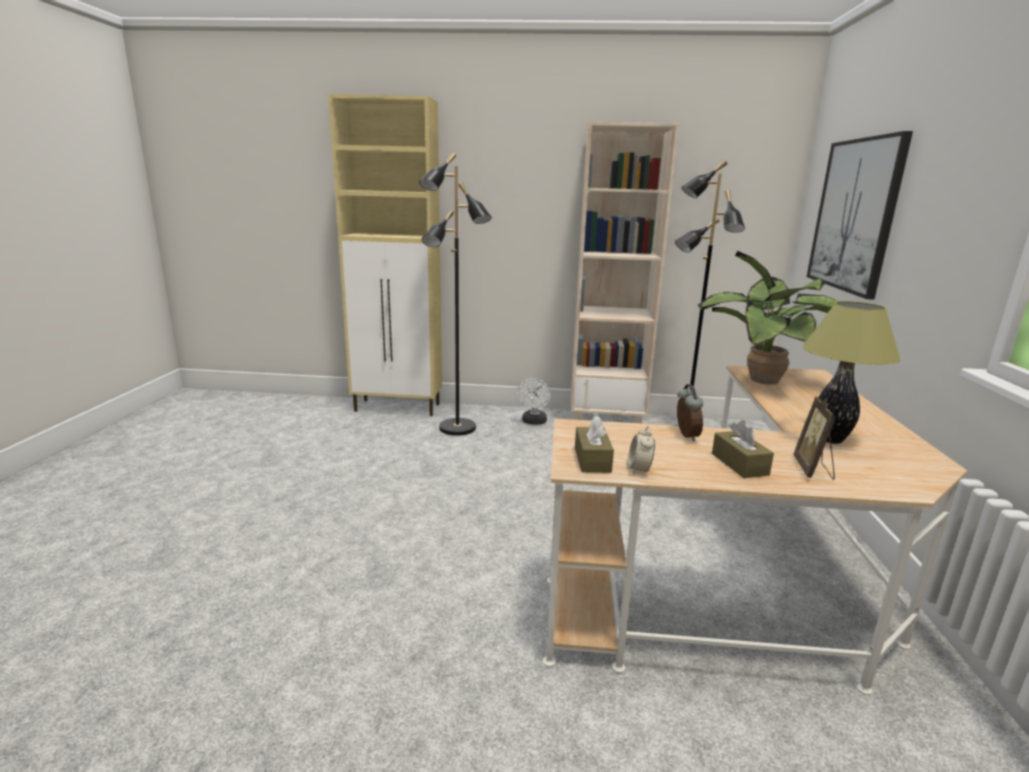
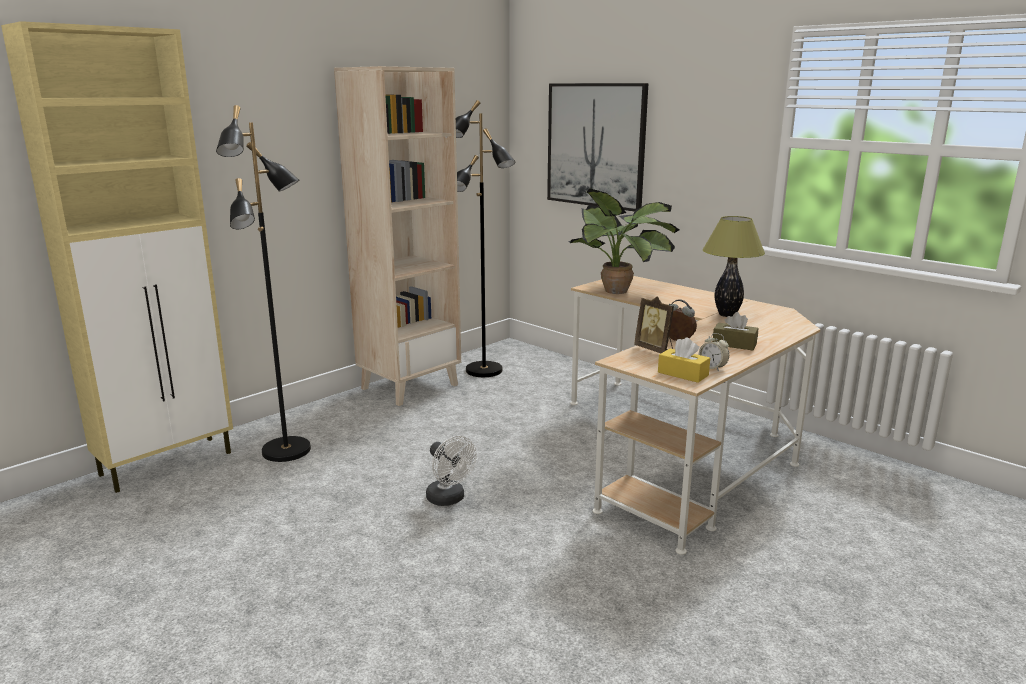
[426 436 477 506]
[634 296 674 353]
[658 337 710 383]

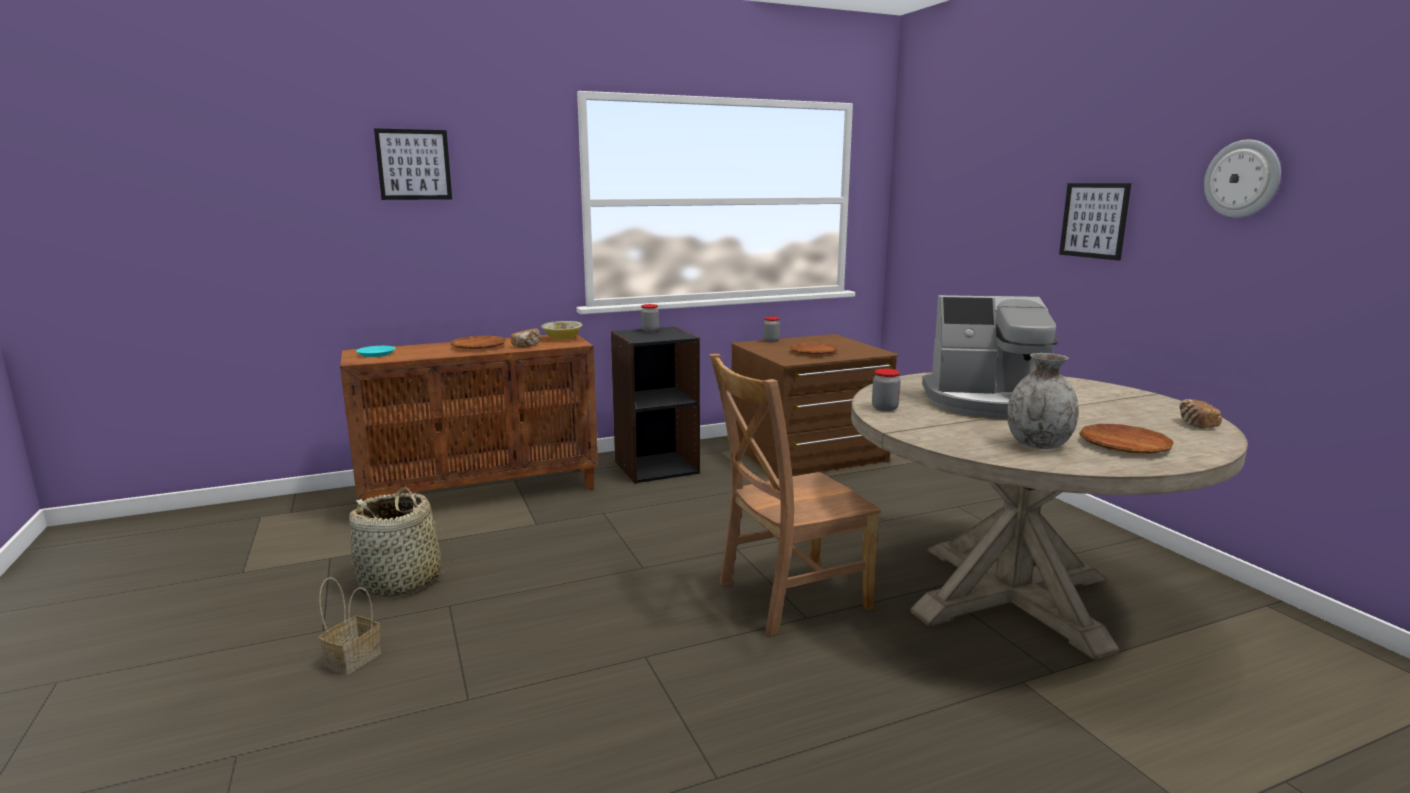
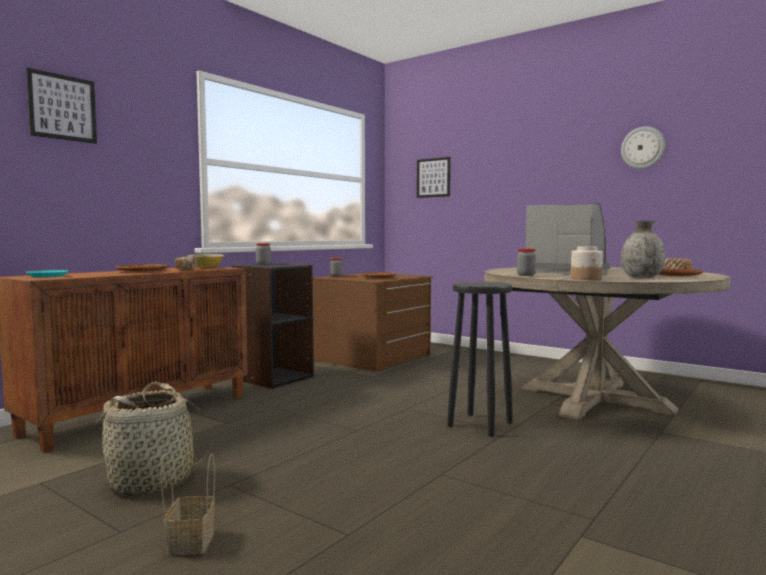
[417 157 450 198]
[526 203 611 274]
[447 282 513 436]
[571 246 603 280]

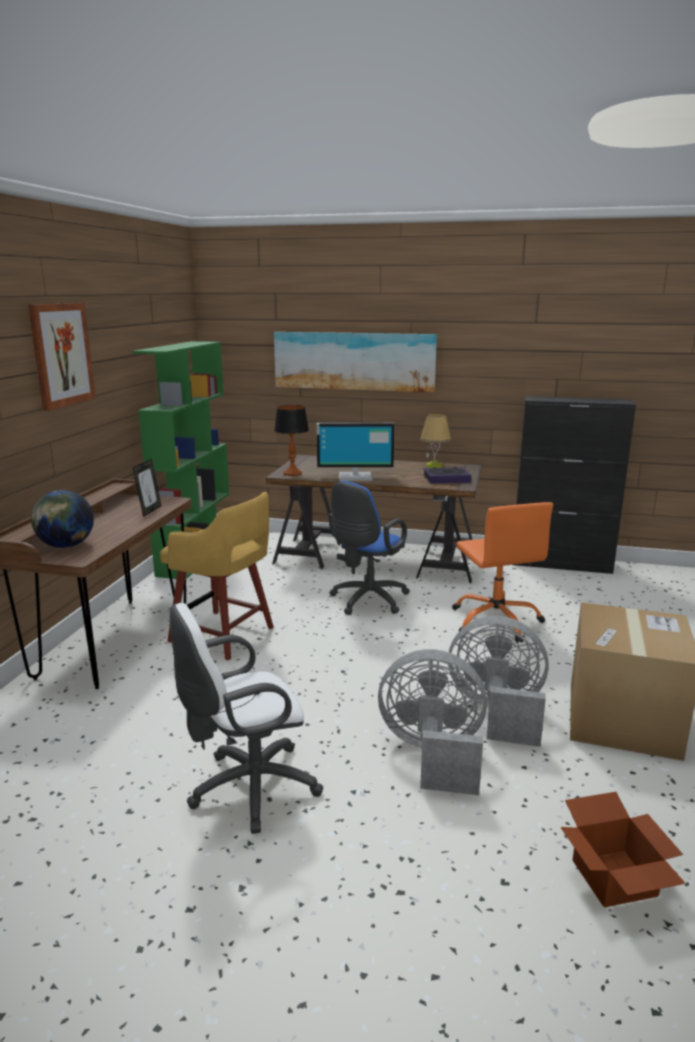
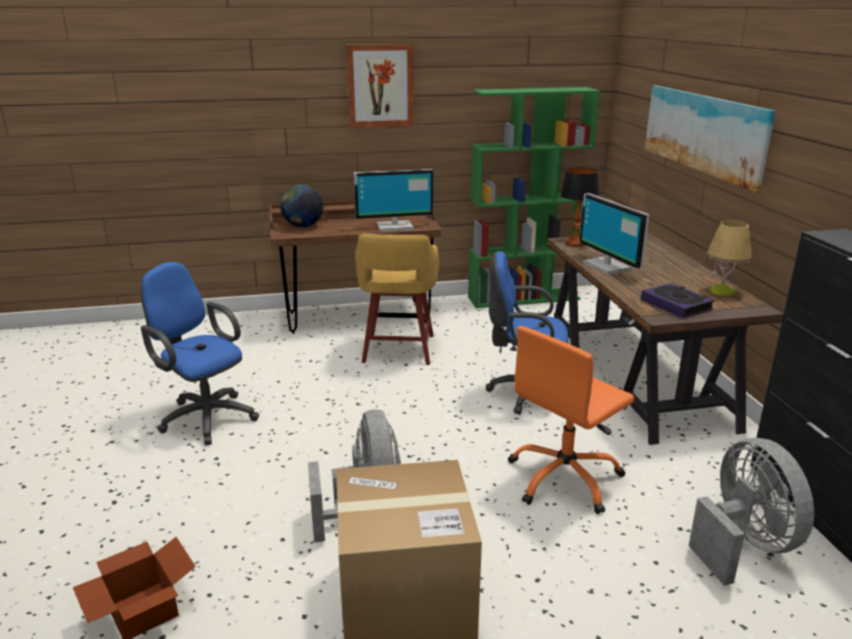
[353 169 434 232]
[141 262 259 445]
[689 438 814 585]

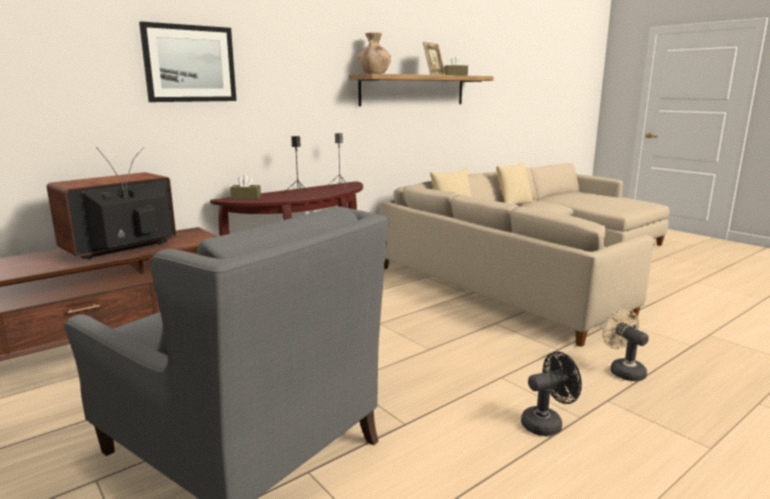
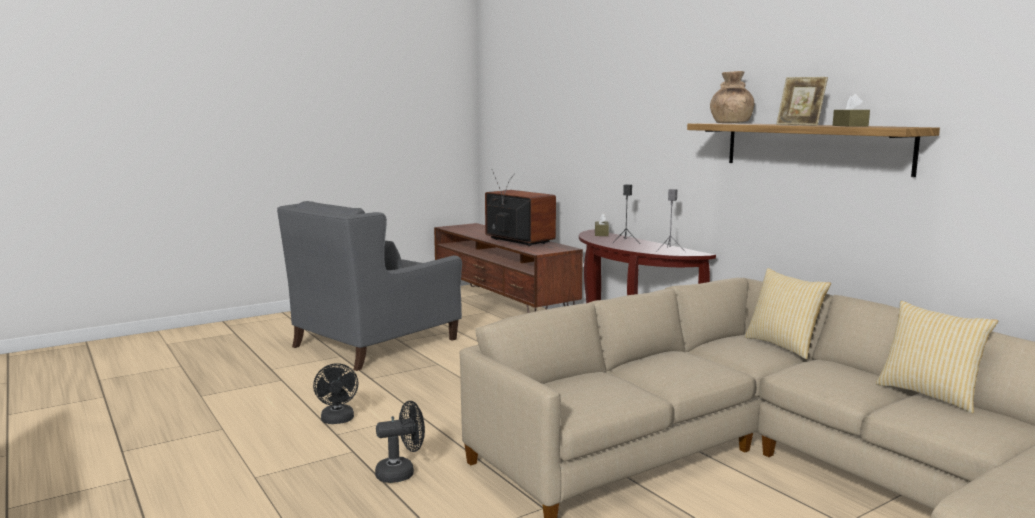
[139 21 236 102] (first image)
[375 401 425 483]

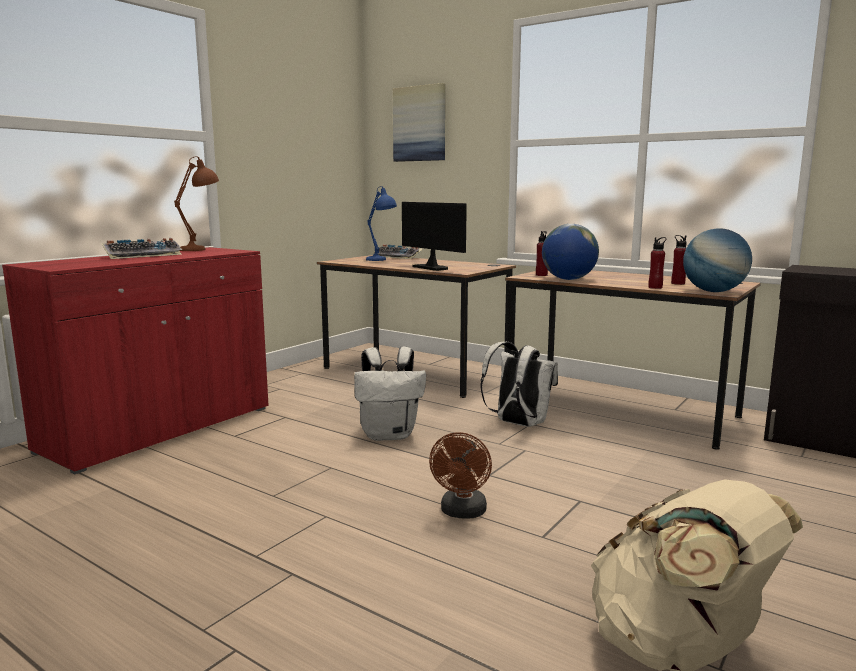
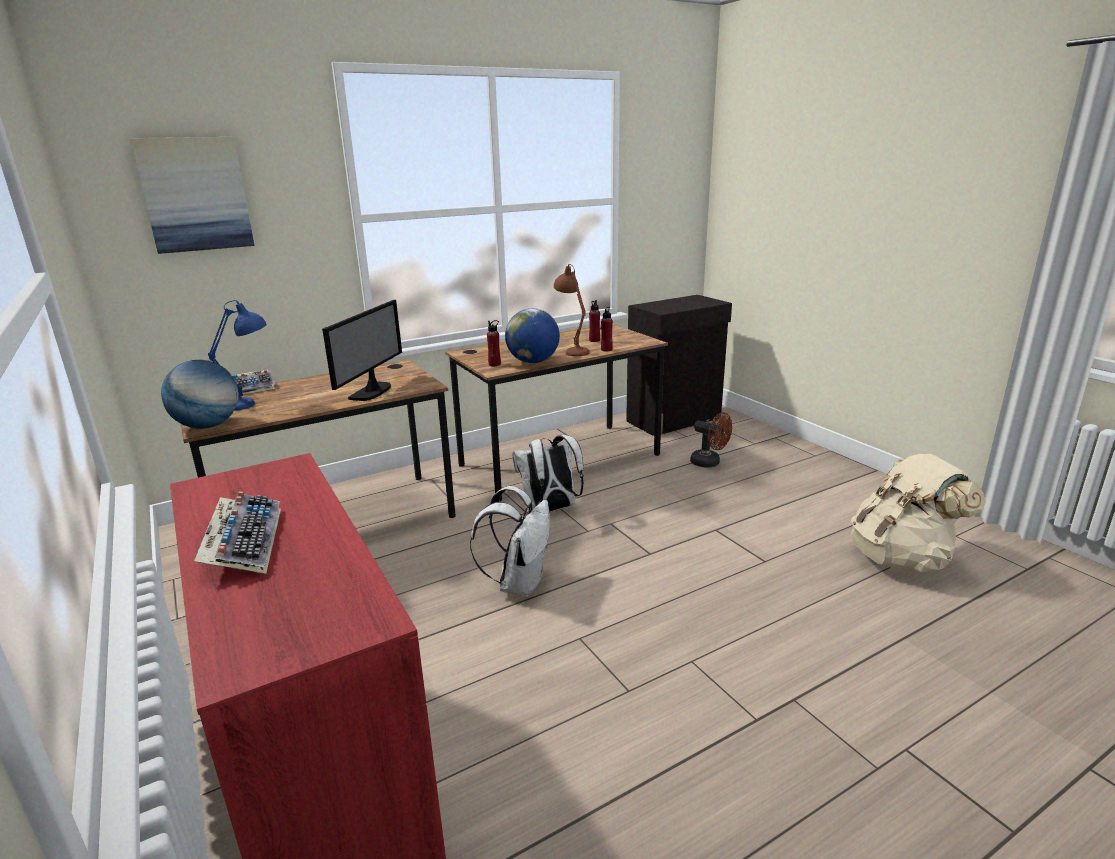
[554 264 590 356]
[322 300 402 401]
[161 360 239 428]
[690 412 732 468]

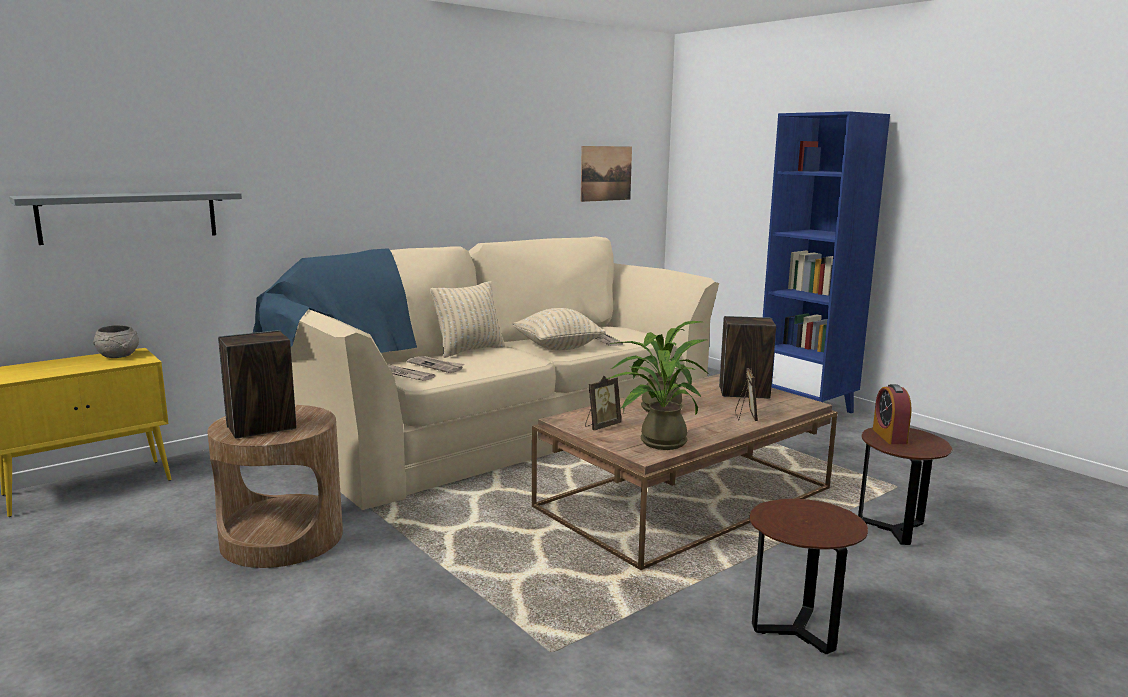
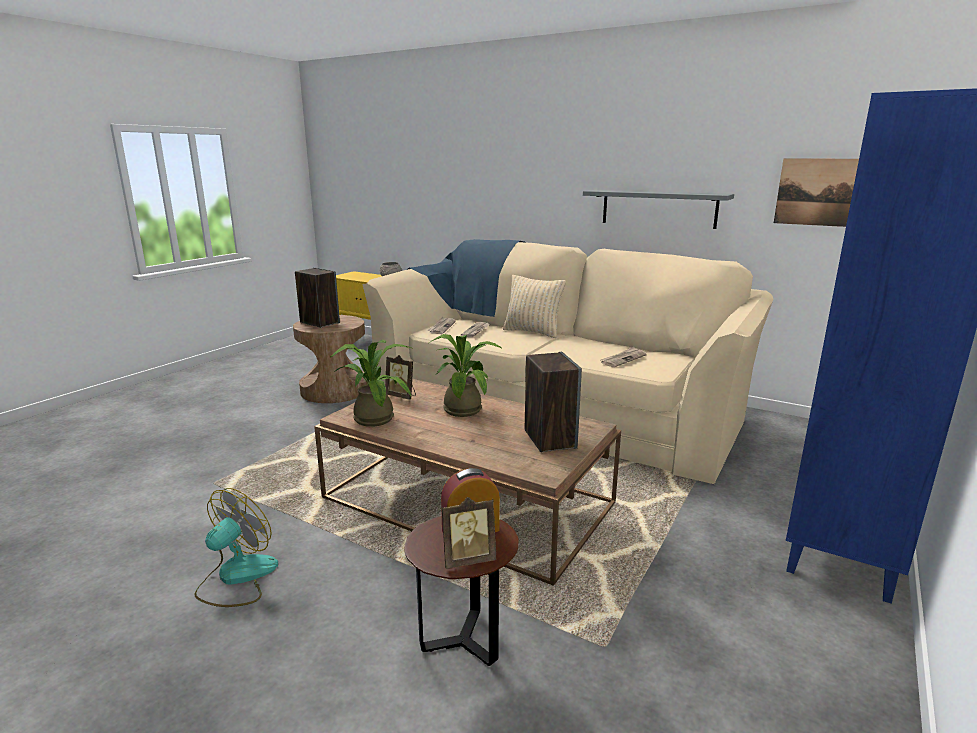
[583 190 734 229]
[513 308 606 350] (first image)
[442 497 496 569]
[195 488 278 607]

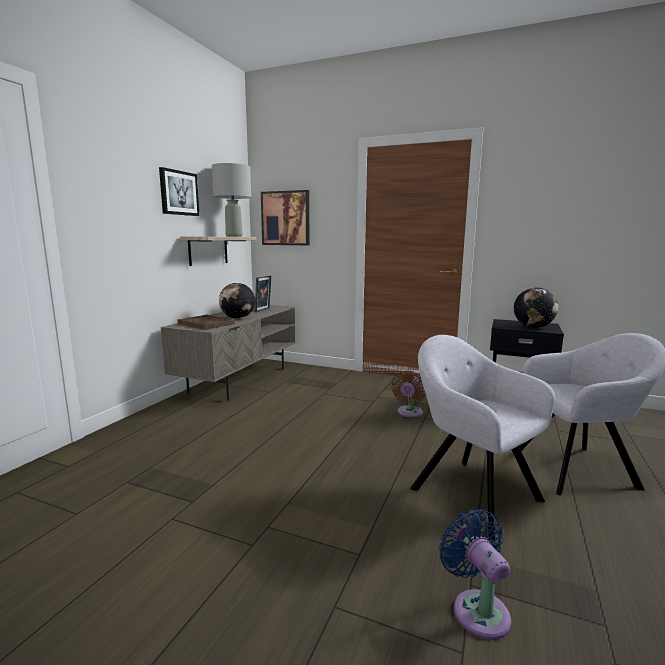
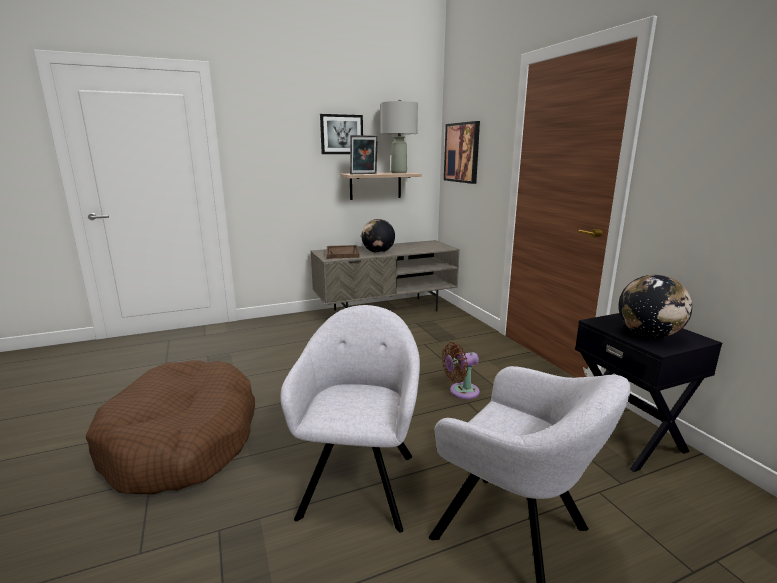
[350 135 378 174]
[439 509 511 640] (first image)
[86 360 255 494]

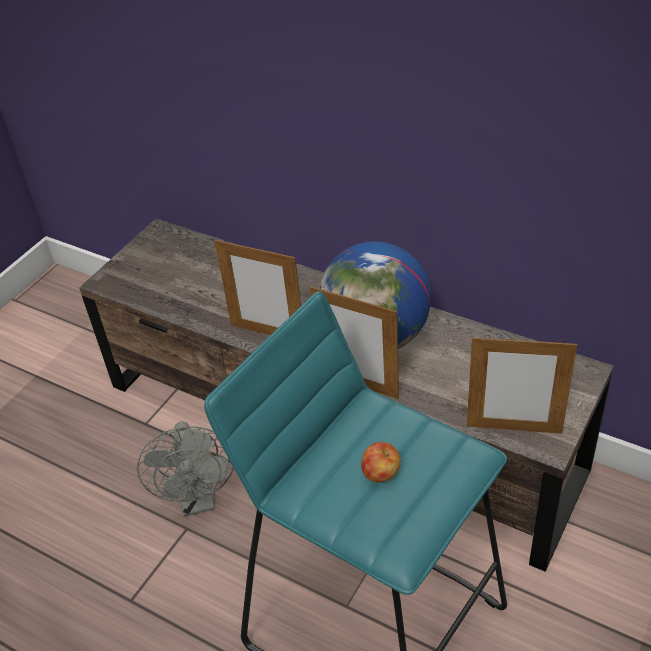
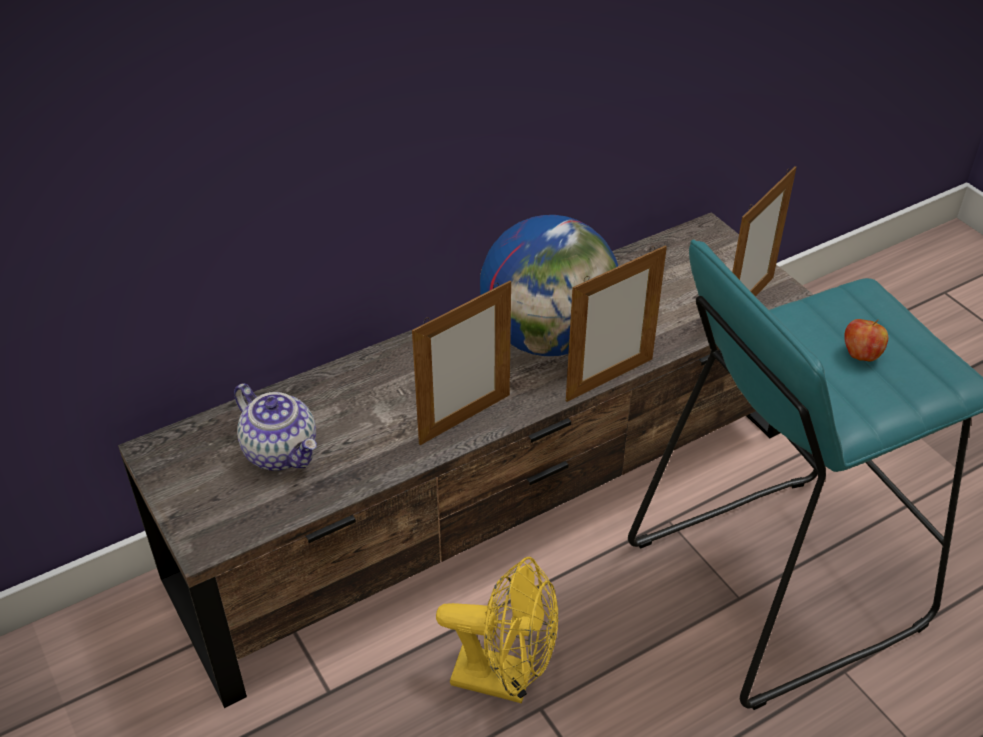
[436 557 558 703]
[234 383 317 471]

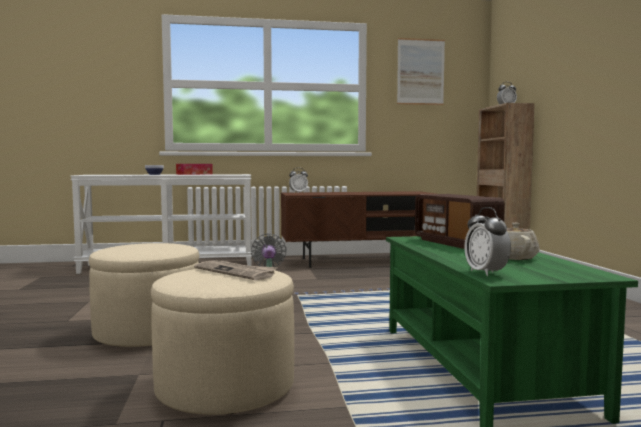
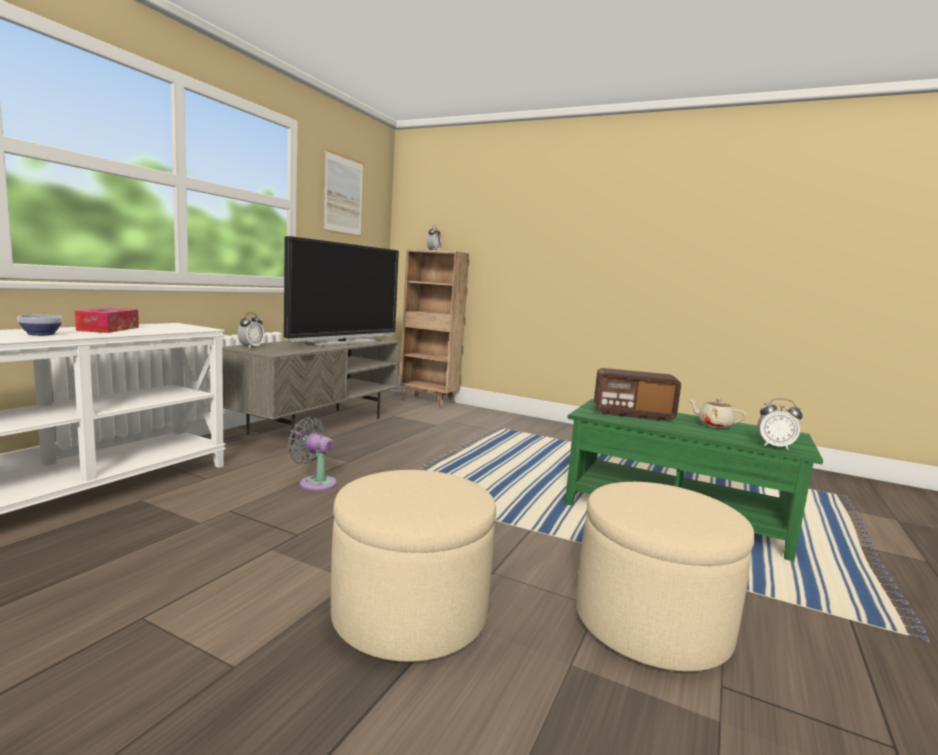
[222 337 400 444]
[194 260 278 281] (first image)
[284 236 399 347]

